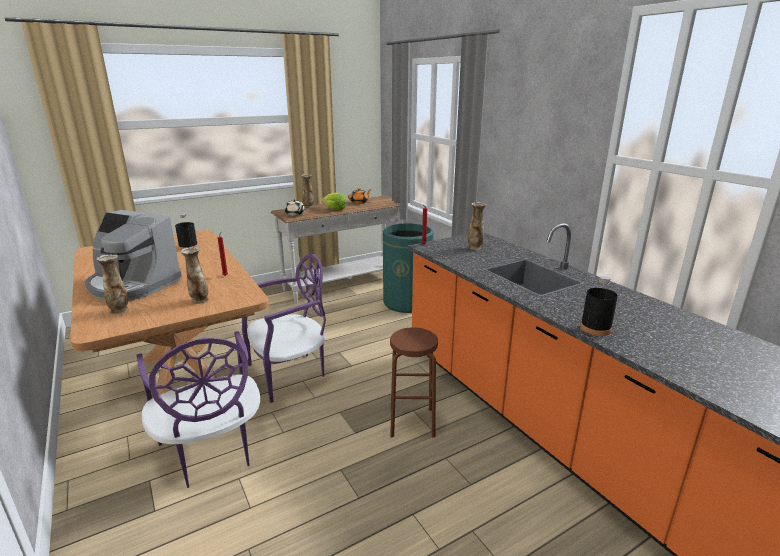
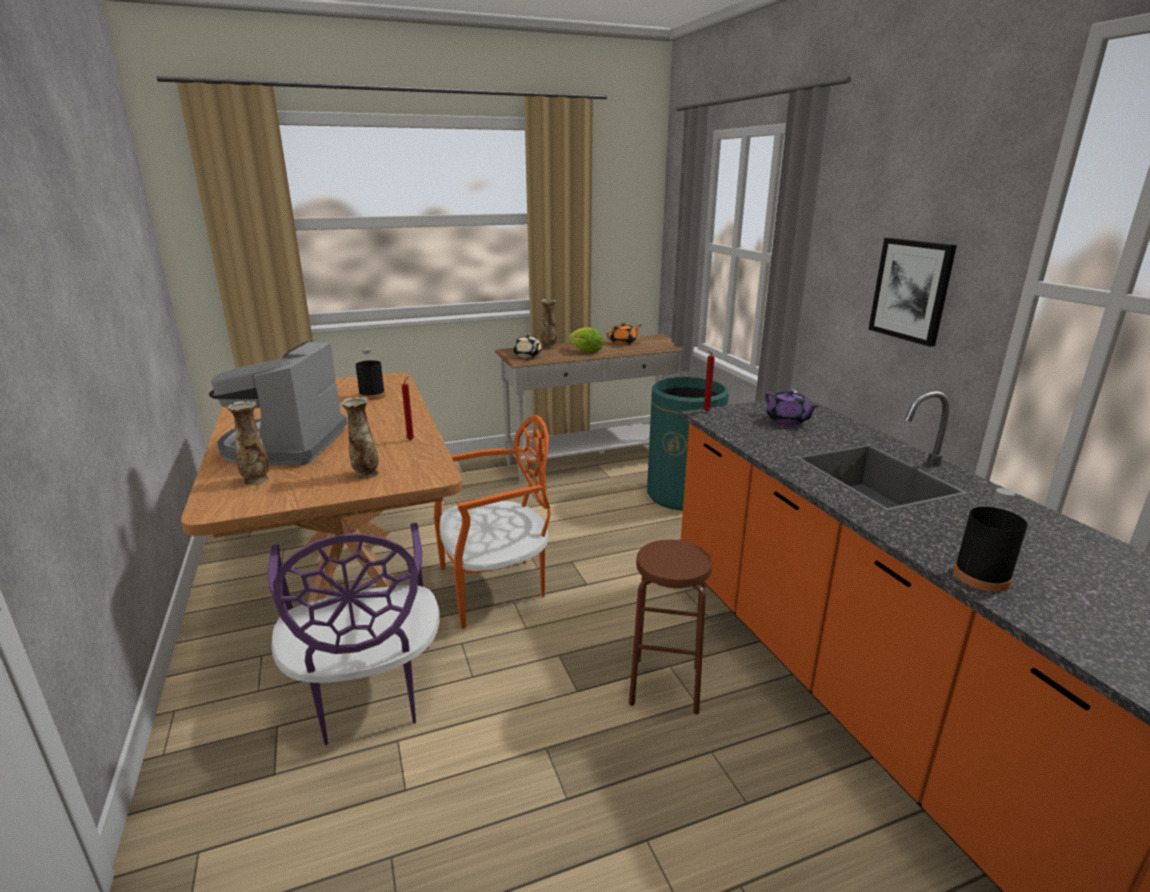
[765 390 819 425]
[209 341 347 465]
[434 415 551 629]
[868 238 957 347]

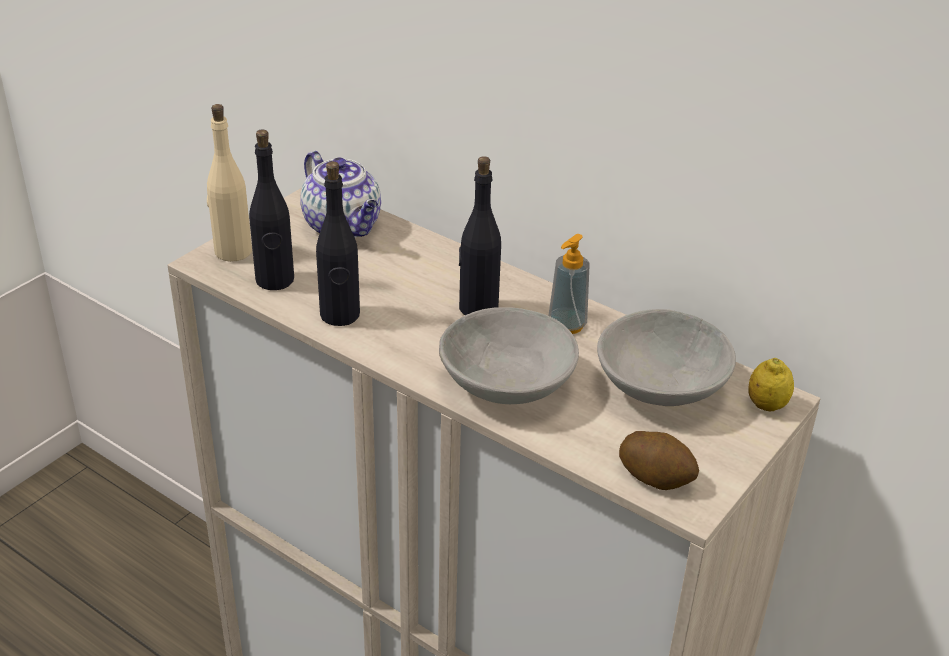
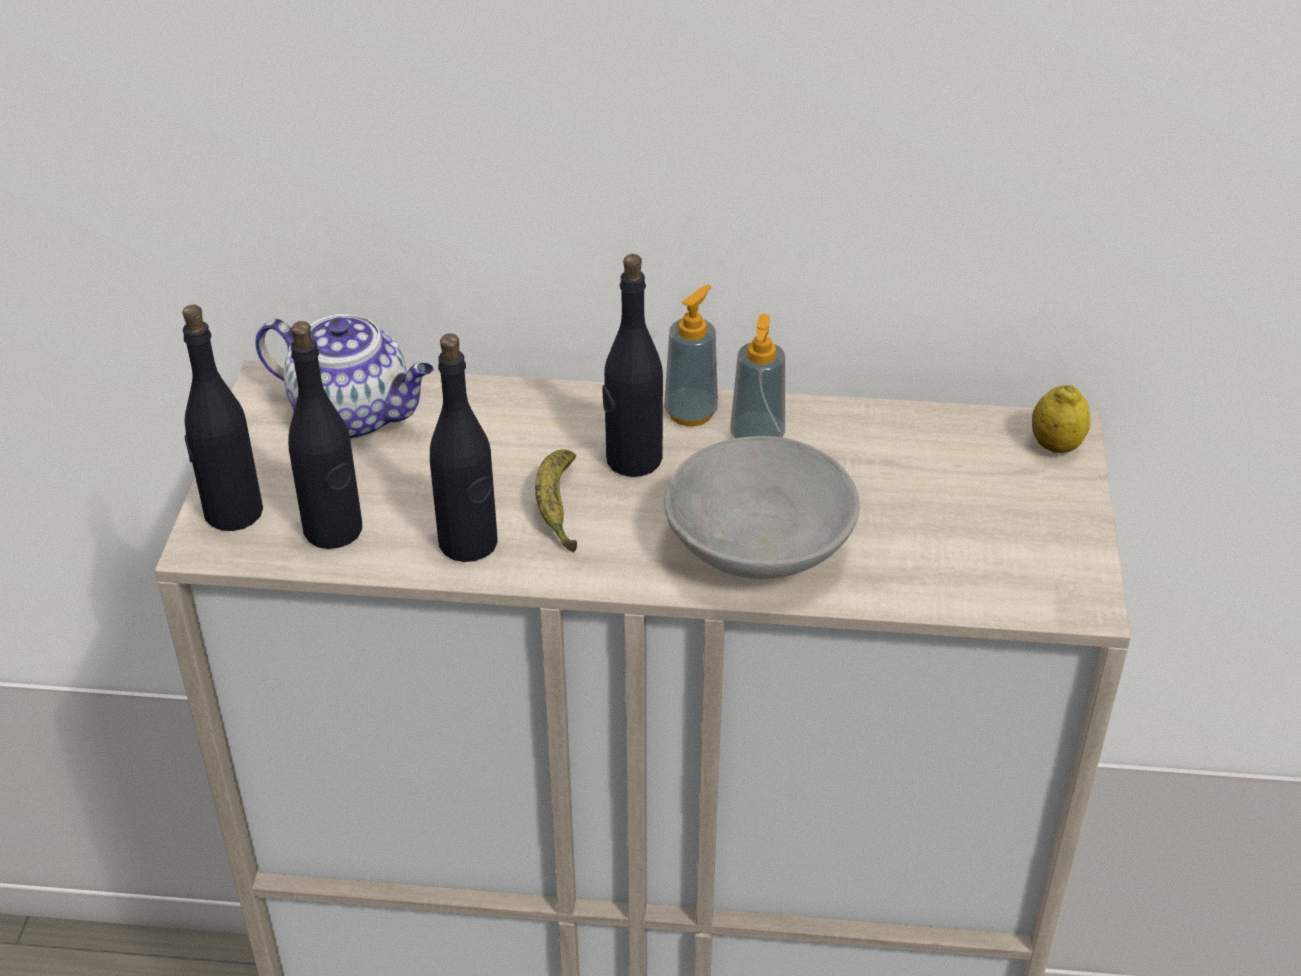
[182 304 263 531]
[597 309 736 406] (first image)
[619 431 699 490] (first image)
[664 284 718 426]
[535 449 577 553]

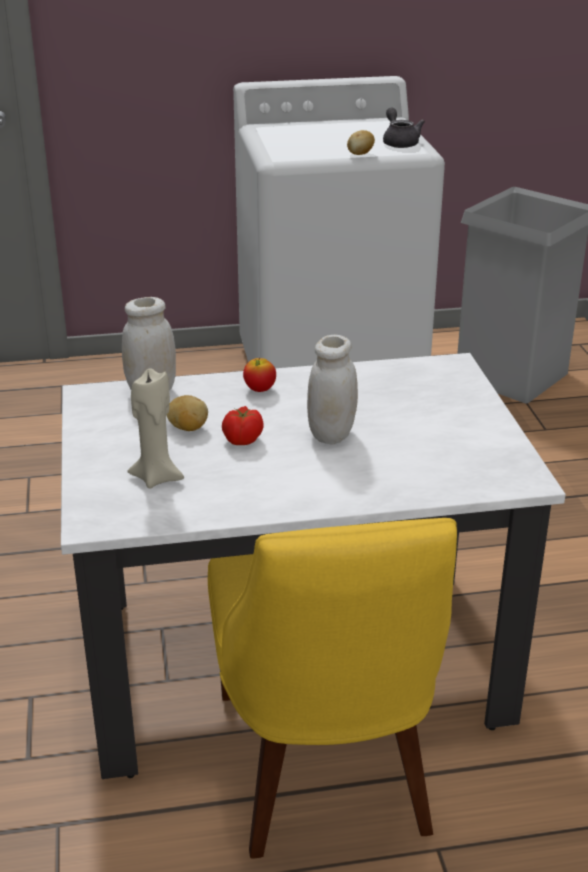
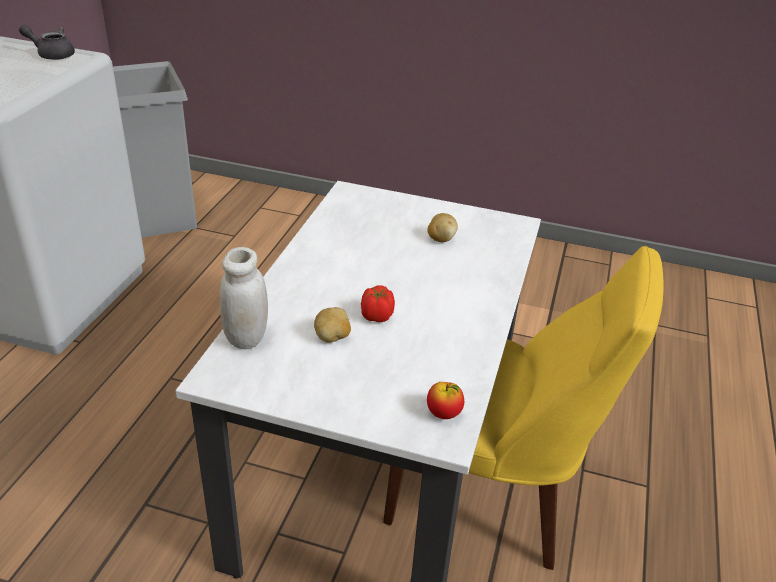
[427 213 458 242]
[307 335 358 445] (first image)
[427 382 464 419]
[127 368 184 488] (first image)

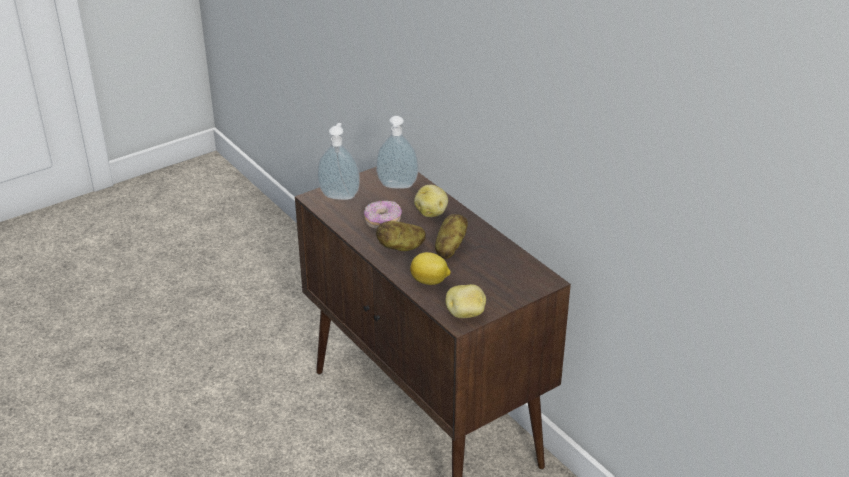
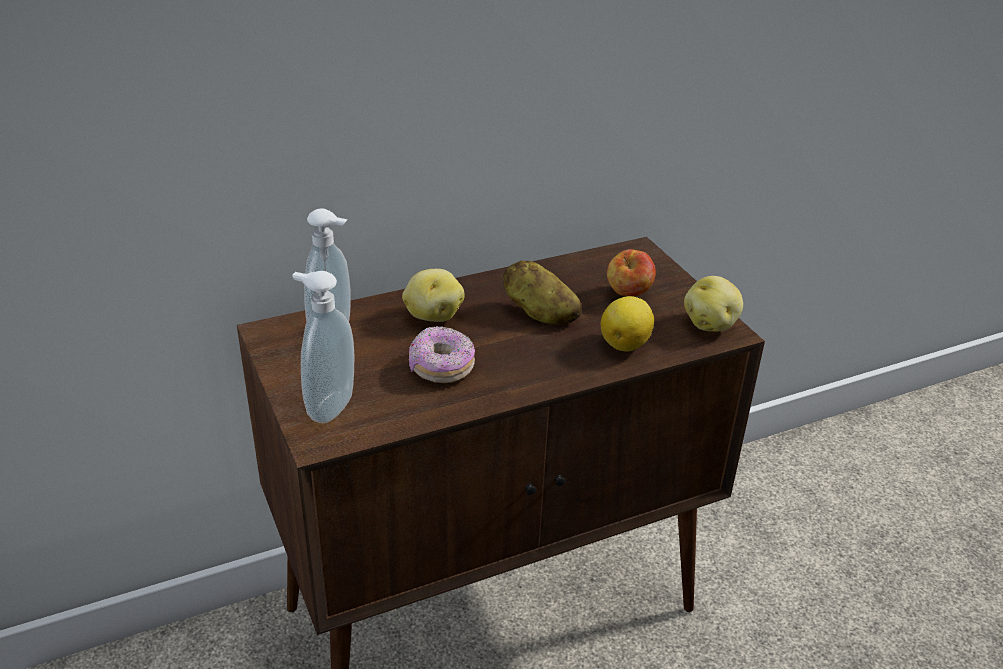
[376 221 426 251] (first image)
[607 249 656 296]

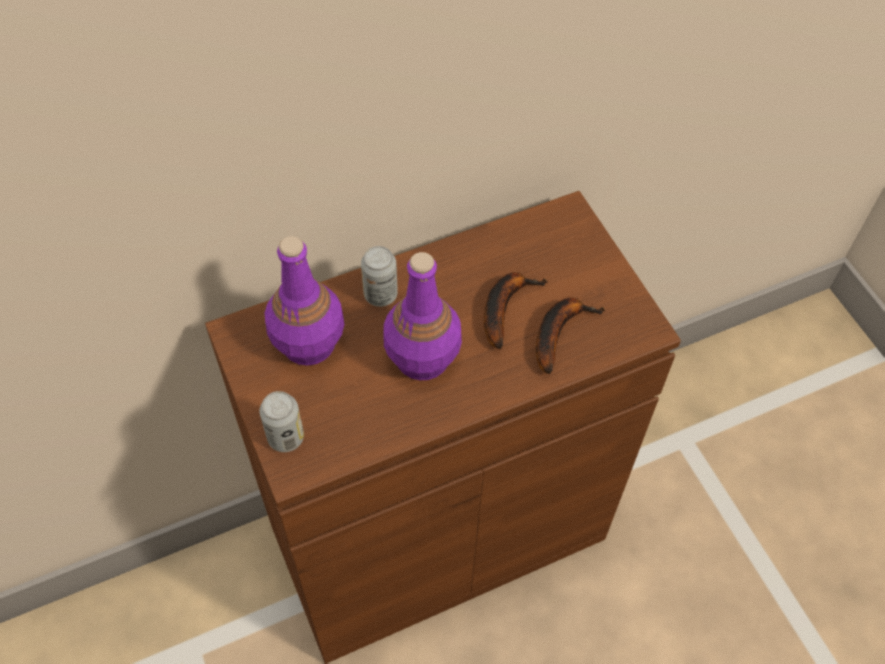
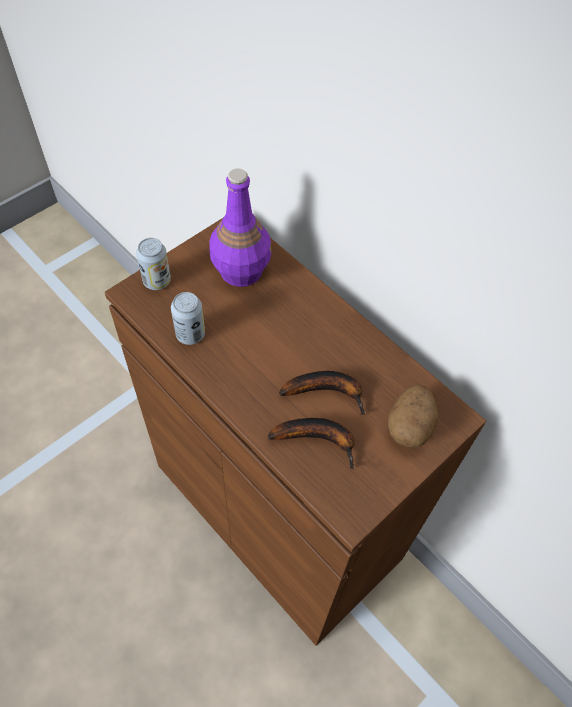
[171 292 205 345]
[383 252 462 380] (first image)
[388 384 439 448]

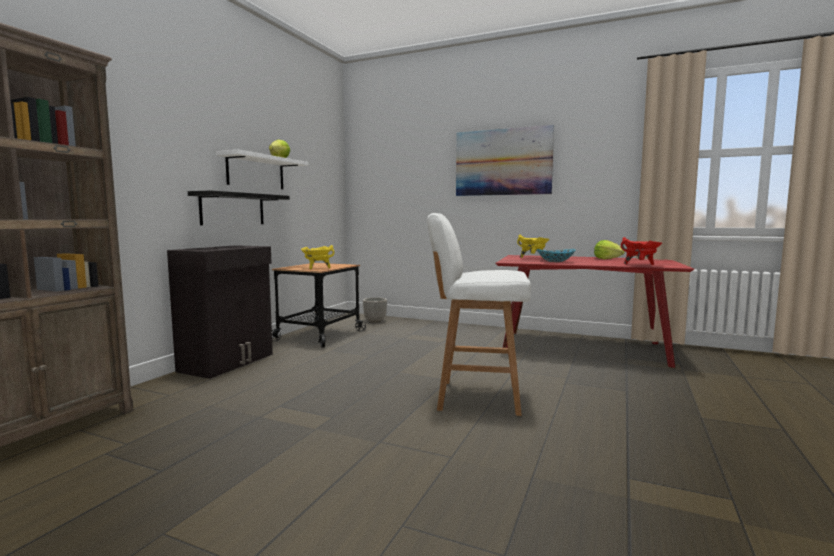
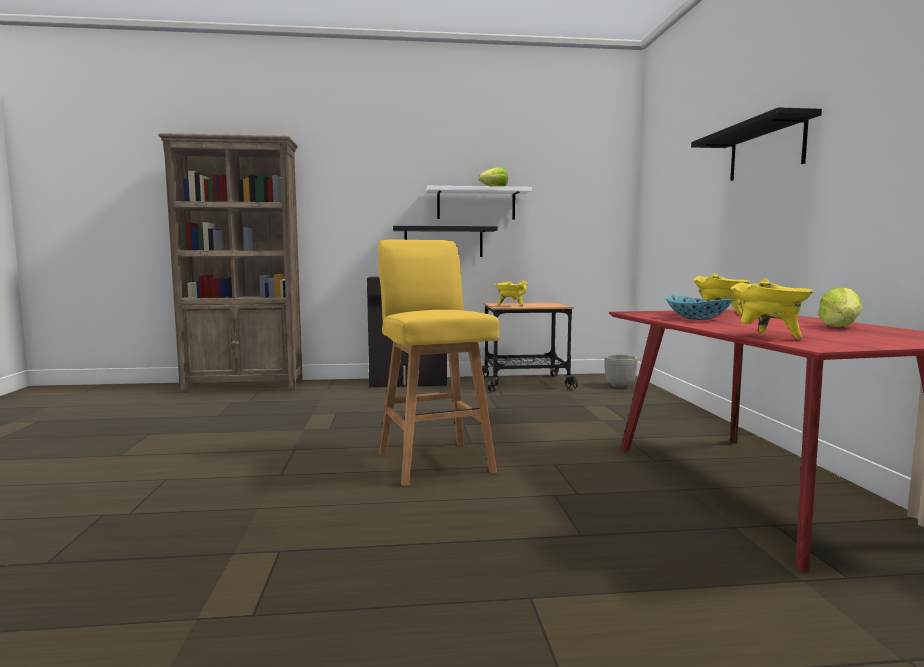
[691 107 822 181]
[378 239 499 486]
[730 278 814 339]

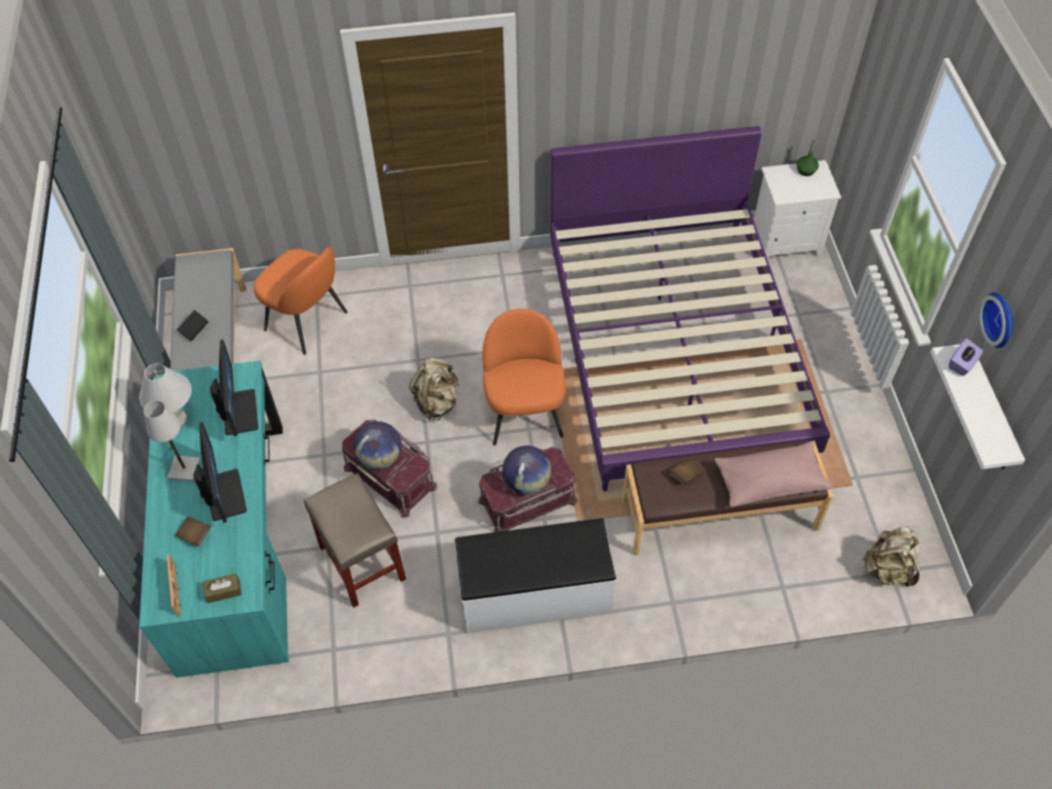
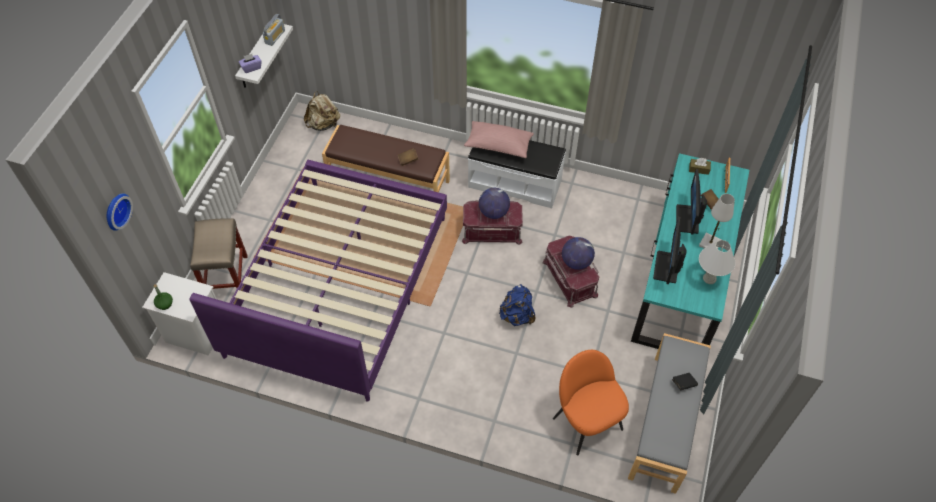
[106 193 133 231]
[482 309 566 446] (first image)
[500 284 535 326]
[464 121 534 158]
[190 218 248 289]
[263 14 285 46]

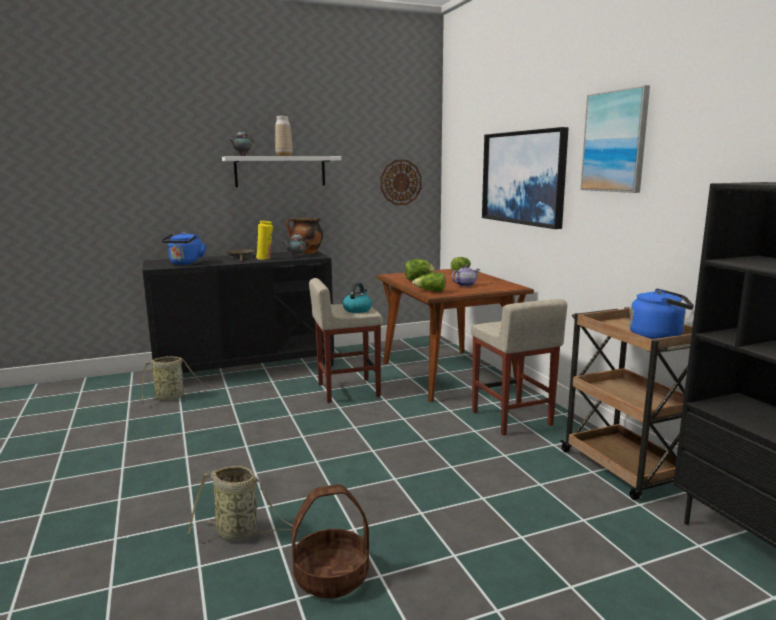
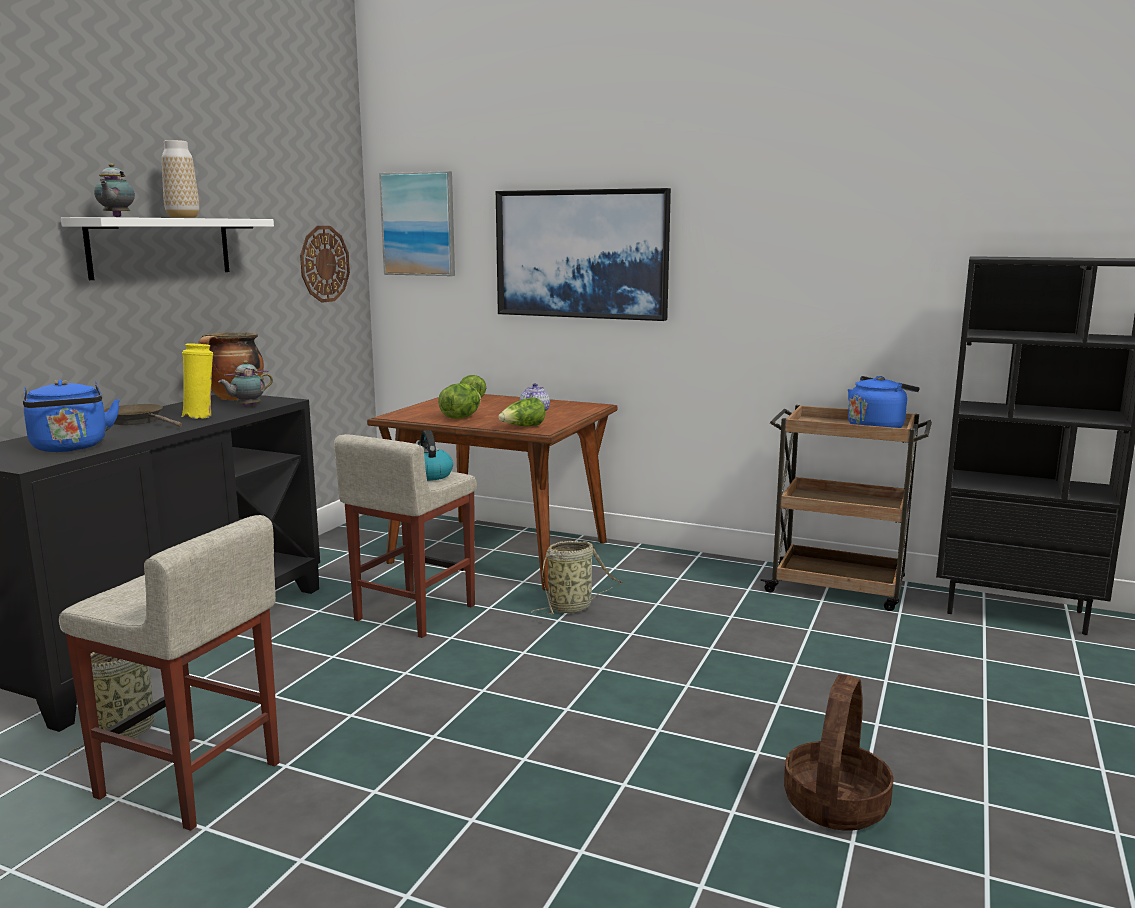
[379 171 455 276]
[59 515 280 831]
[531 541 623 615]

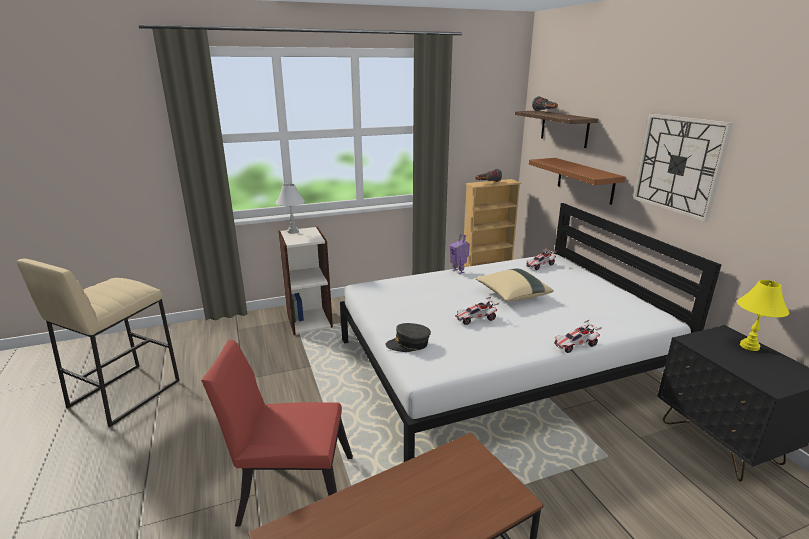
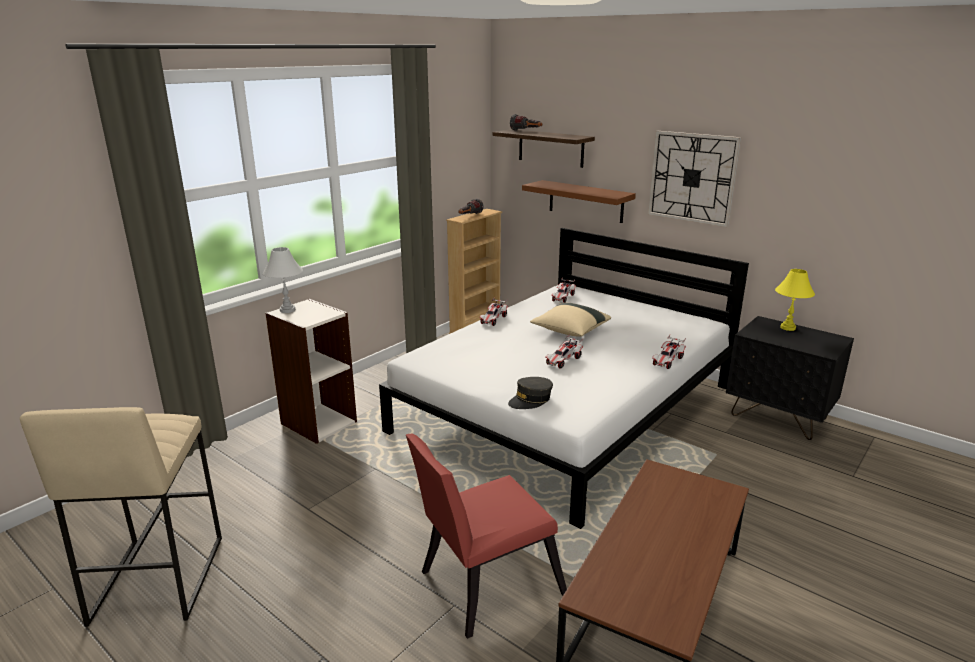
[479 297 508 326]

